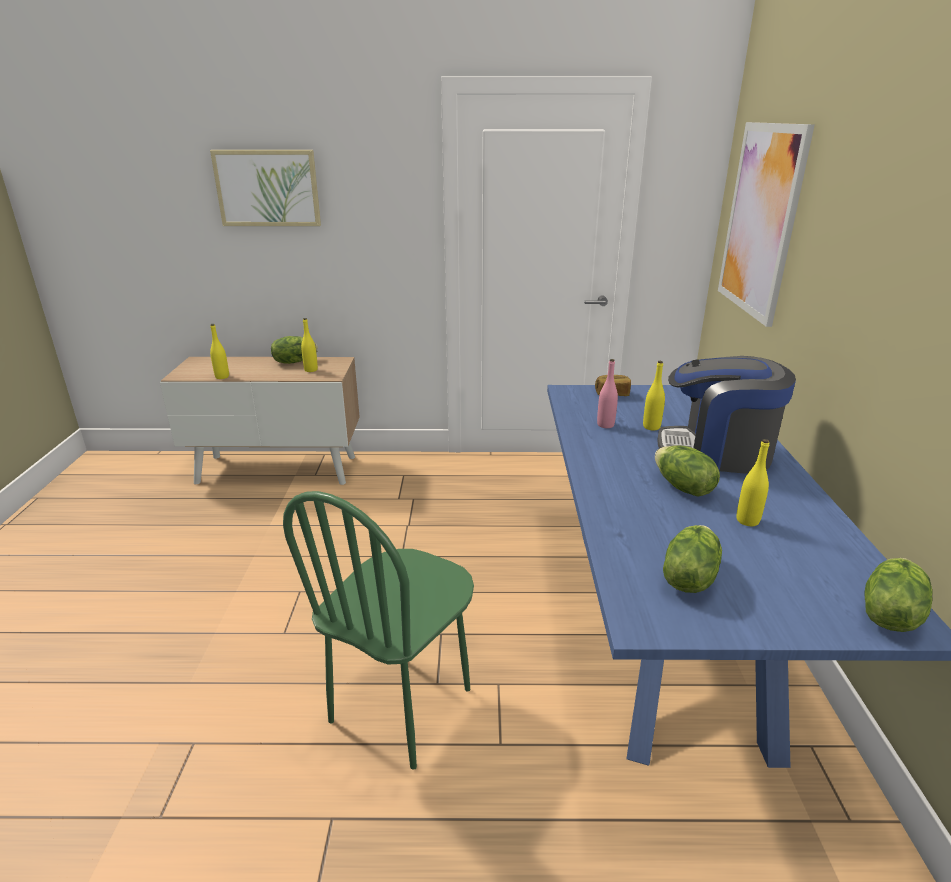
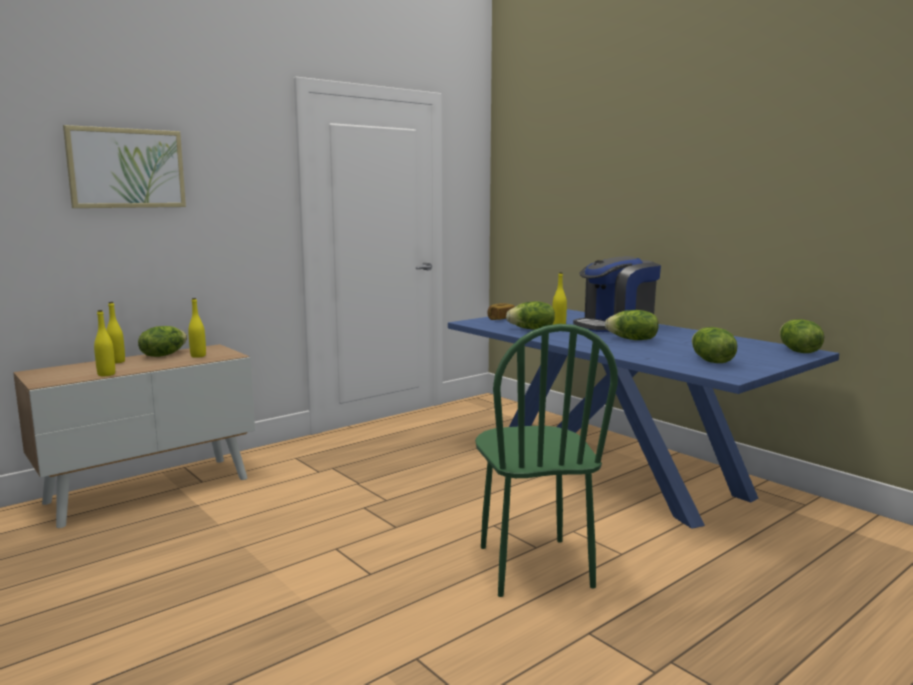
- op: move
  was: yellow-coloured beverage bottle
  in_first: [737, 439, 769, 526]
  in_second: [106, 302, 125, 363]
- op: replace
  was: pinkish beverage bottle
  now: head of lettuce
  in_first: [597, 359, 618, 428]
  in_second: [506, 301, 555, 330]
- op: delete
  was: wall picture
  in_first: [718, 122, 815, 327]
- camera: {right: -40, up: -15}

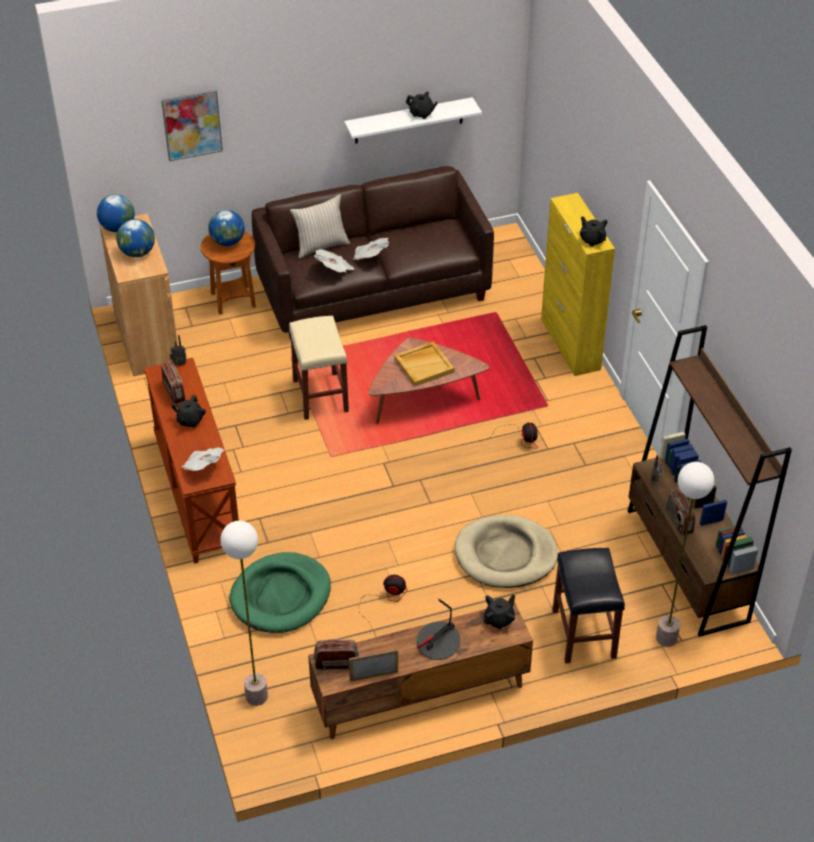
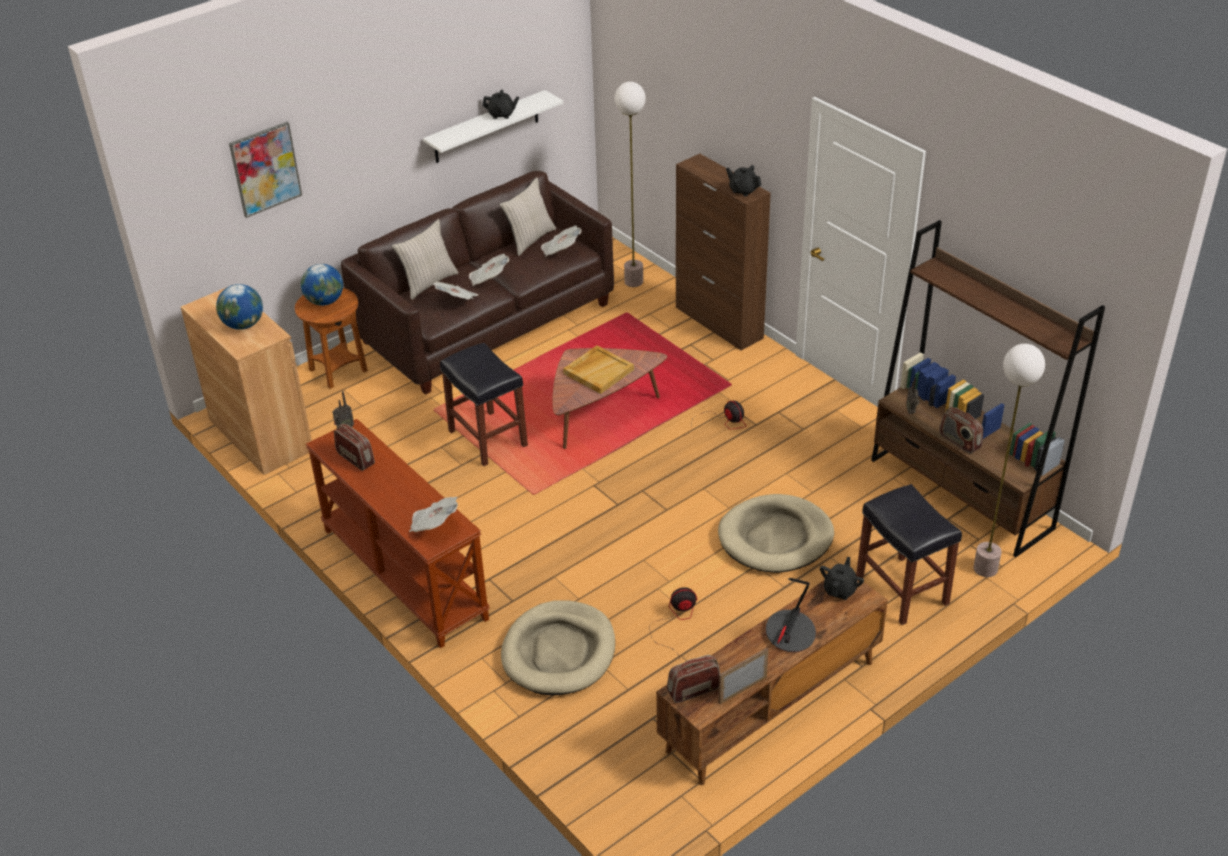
- op: recolor
  was: sand-coloured stool seat
  now: black-coloured stool seat
  in_first: [289, 316, 349, 420]
  in_second: [440, 343, 528, 466]
- op: insert
  now: sand-coloured cushion
  in_second: [499, 177, 556, 256]
- op: recolor
  was: greenish dog bed
  now: sand-coloured dog bed
  in_first: [230, 552, 331, 633]
  in_second: [501, 601, 615, 696]
- op: insert
  now: newspaper
  in_second: [541, 225, 581, 257]
- op: move
  was: standard lamp
  in_first: [221, 521, 268, 706]
  in_second: [615, 82, 646, 287]
- op: recolor
  was: yellow-coloured cupboard
  now: brownish cupboard
  in_first: [541, 193, 615, 376]
  in_second: [676, 154, 771, 351]
- op: delete
  was: globe
  in_first: [97, 195, 135, 232]
- op: delete
  was: black-coloured teapot
  in_first: [171, 395, 206, 428]
- camera: {right: -20, up: -5}

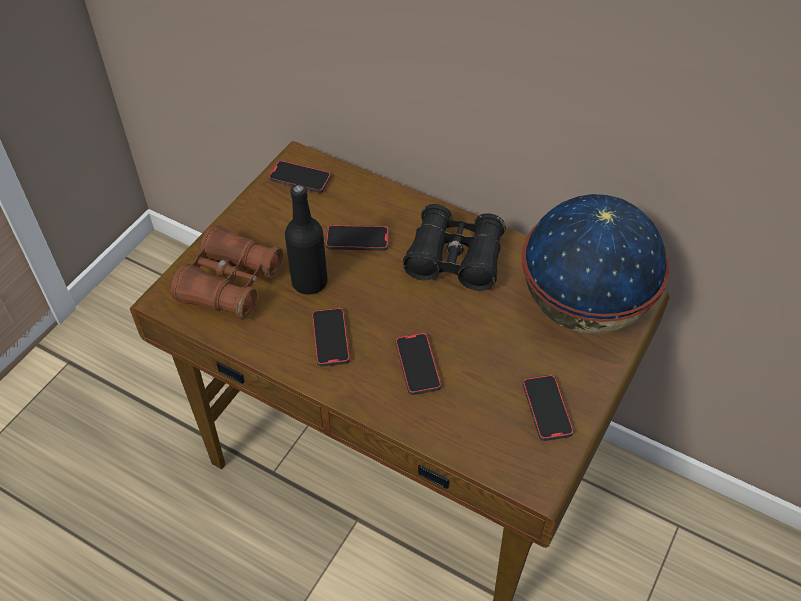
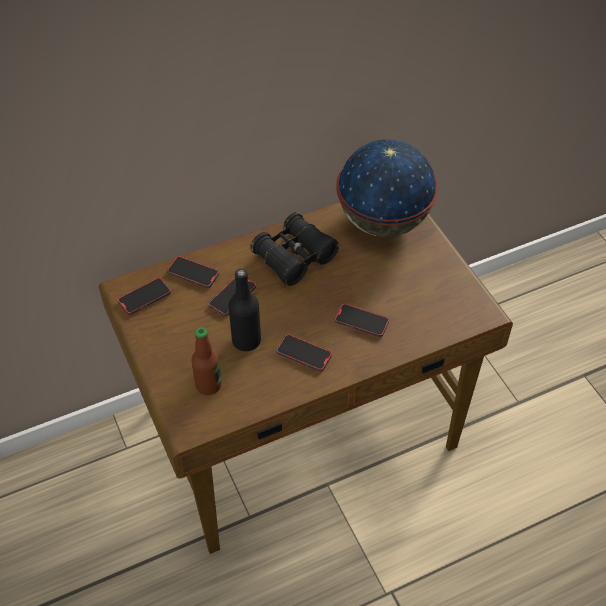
- op: move
  was: phone
  in_first: [523, 375, 574, 441]
  in_second: [167, 256, 219, 288]
- op: replace
  was: brownish pair of binoculars
  now: beverage bottle
  in_first: [171, 225, 284, 320]
  in_second: [191, 327, 222, 395]
- camera: {right: -55, up: 0}

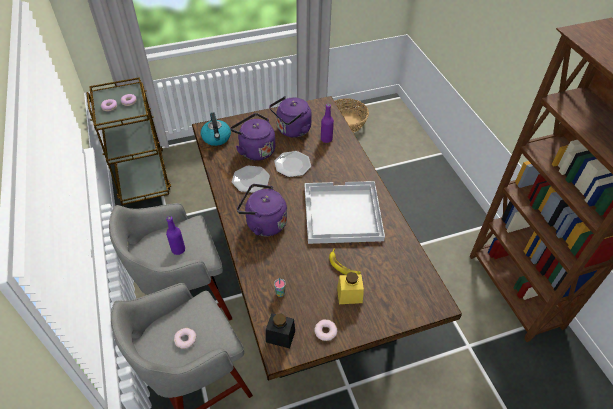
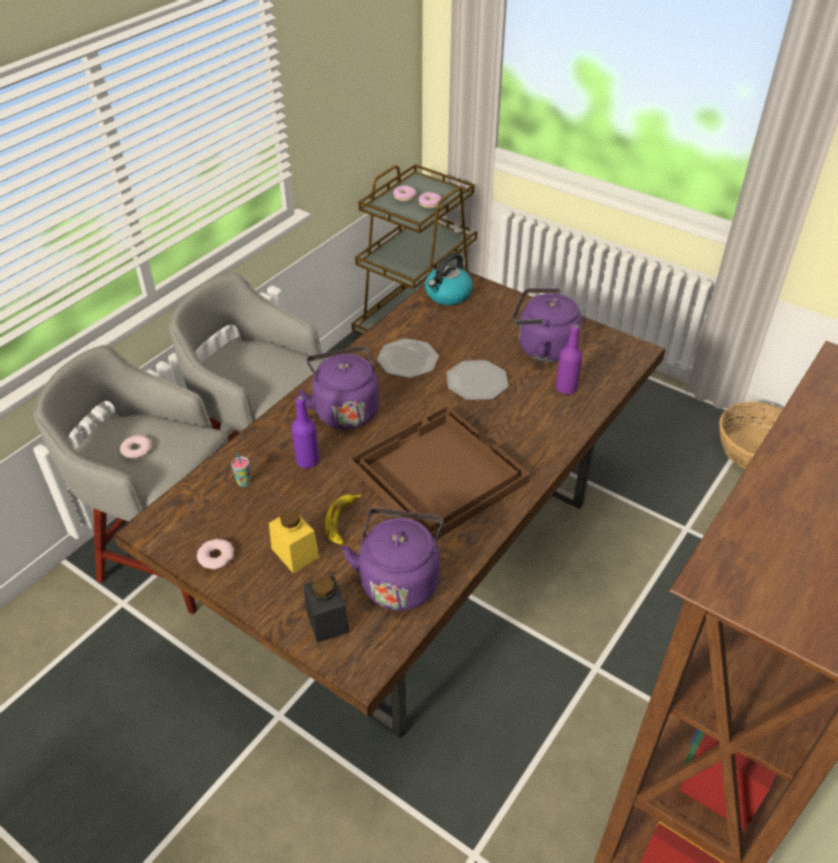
- op: move
  was: purplish beverage bottle
  in_first: [166, 216, 185, 255]
  in_second: [292, 395, 319, 469]
- op: move
  was: black-coloured jar
  in_first: [266, 313, 295, 349]
  in_second: [304, 575, 350, 643]
- op: move
  was: purplish kettle
  in_first: [231, 113, 275, 161]
  in_second: [342, 508, 444, 611]
- op: recolor
  was: white-coloured tray
  now: brownish tray
  in_first: [305, 181, 385, 244]
  in_second: [349, 406, 530, 539]
- camera: {right: 55, up: -5}

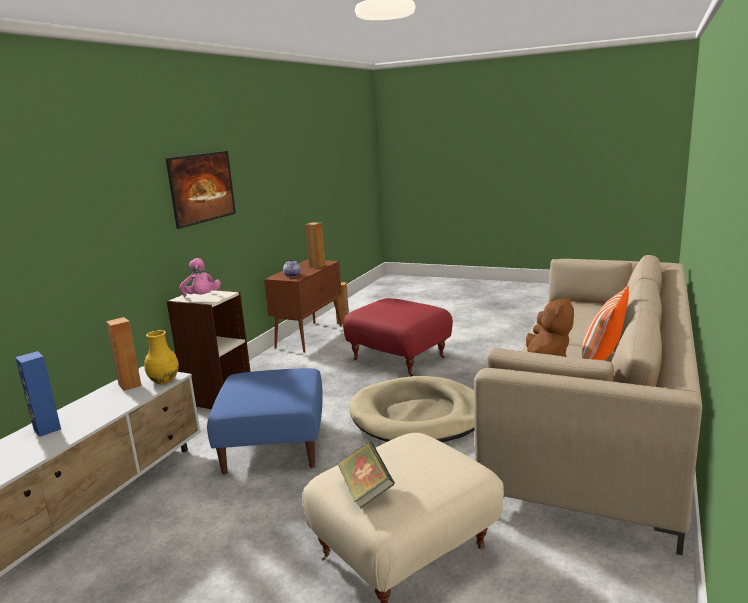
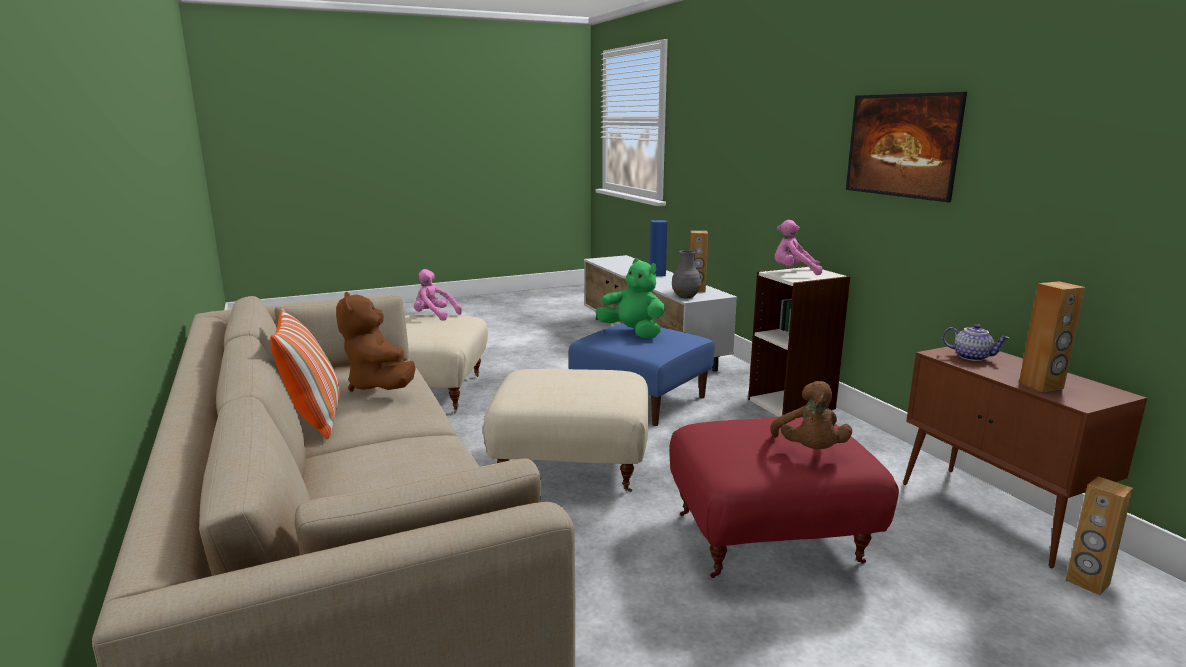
- op: replace
  was: book
  now: pinkish cuddly toy
  in_first: [337, 442, 395, 508]
  in_second: [414, 269, 462, 321]
- op: replace
  was: sand-coloured dog bed
  now: sand-coloured pouffe
  in_first: [350, 376, 475, 442]
  in_second: [483, 369, 649, 492]
- op: insert
  now: greenish cuddly toy
  in_second: [595, 258, 665, 338]
- op: recolor
  was: yellow-coloured flower vase
  now: grey flower vase
  in_first: [144, 330, 179, 384]
  in_second: [672, 250, 701, 298]
- op: insert
  now: brownish cuddly toy
  in_second: [770, 381, 852, 449]
- camera: {right: 130, up: 0}

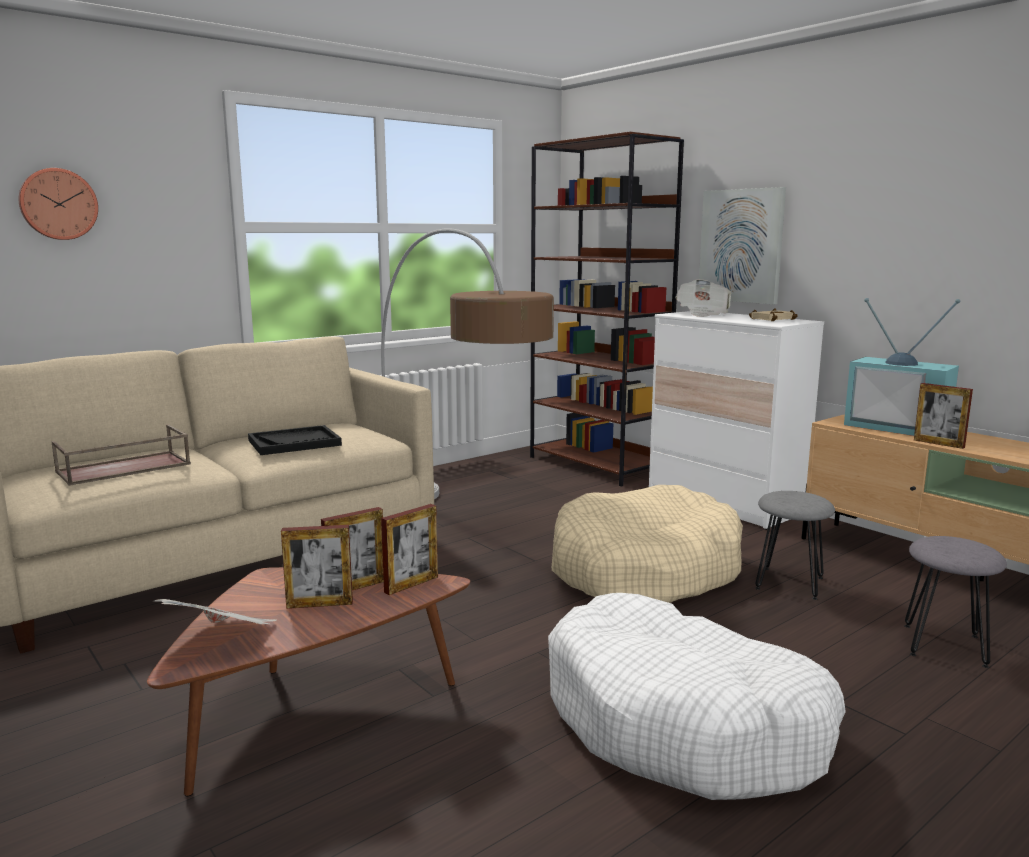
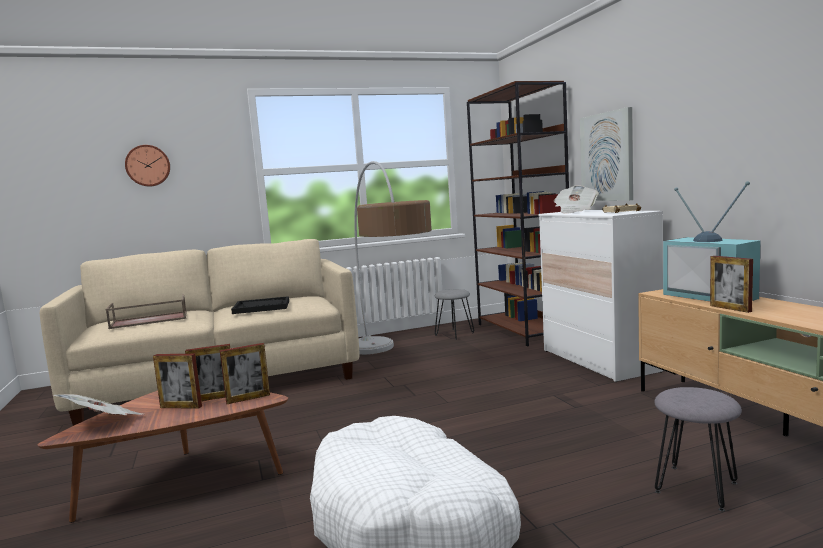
- op: move
  was: grey stool seat
  in_first: [755, 491, 835, 600]
  in_second: [435, 289, 474, 340]
- op: delete
  was: sand-coloured dog bed
  in_first: [552, 485, 743, 603]
- camera: {right: 20, up: -5}

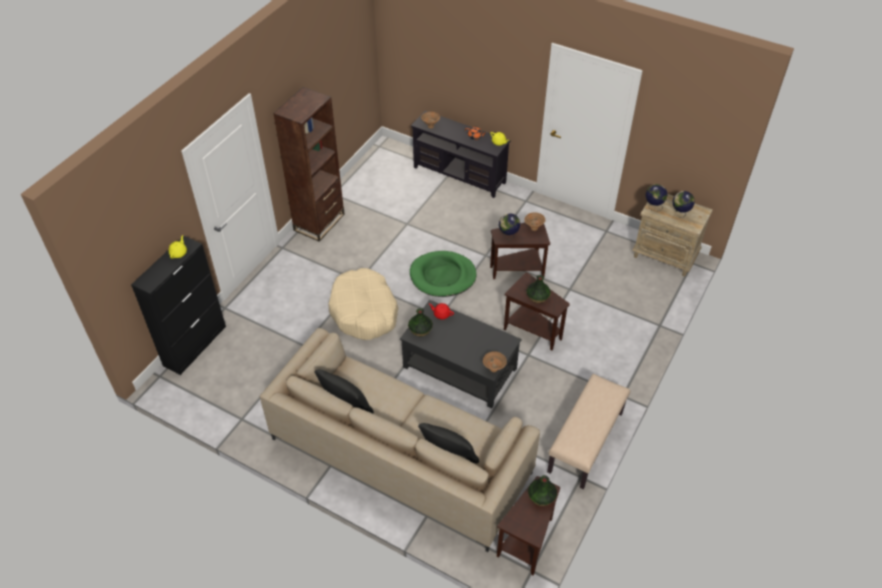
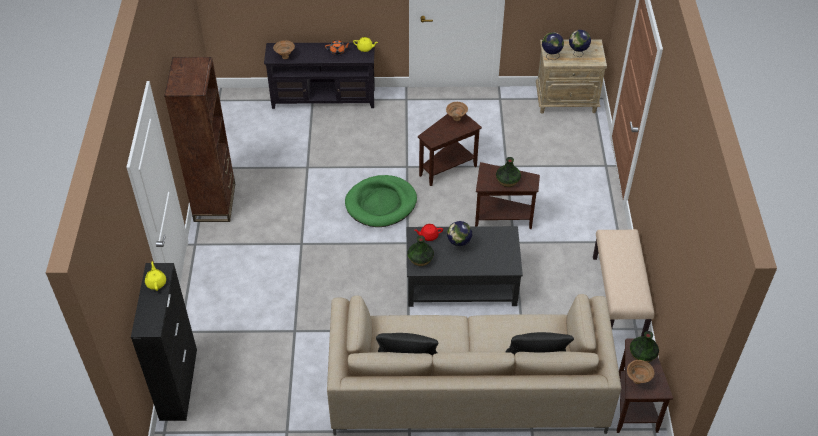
- op: move
  was: globe
  in_first: [499, 213, 520, 240]
  in_second: [447, 221, 472, 250]
- op: move
  was: brownish serving bowl
  in_first: [483, 351, 507, 372]
  in_second: [627, 360, 655, 384]
- op: delete
  was: sand-coloured dog bed
  in_first: [328, 268, 398, 340]
- camera: {right: -30, up: 0}

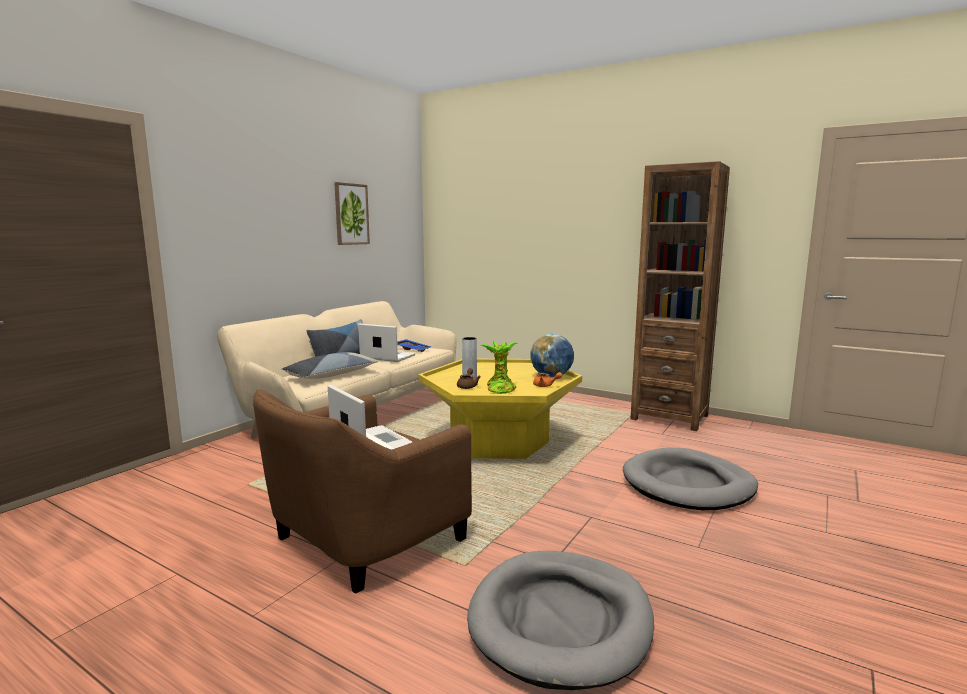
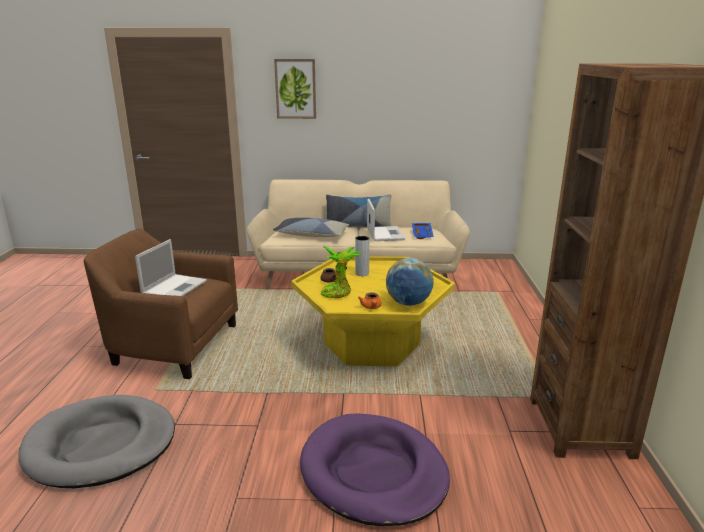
- op: move
  was: wall picture
  in_first: [334, 182, 370, 245]
  in_second: [274, 59, 316, 119]
- op: recolor
  was: grey dog bed
  now: purplish dog bed
  in_first: [623, 448, 758, 510]
  in_second: [300, 413, 450, 526]
- camera: {right: 60, up: 10}

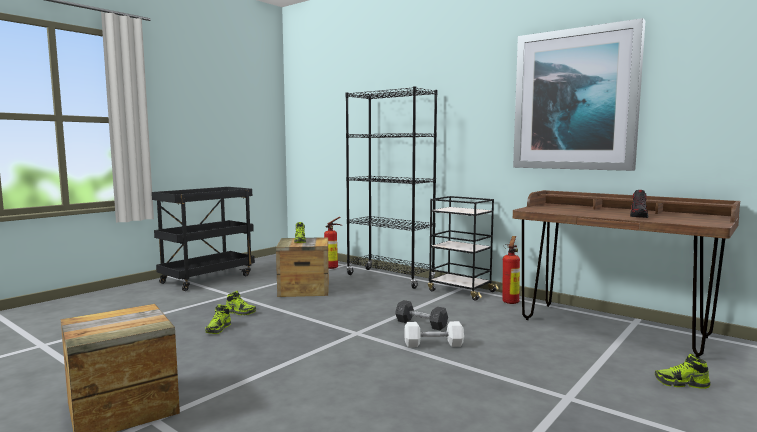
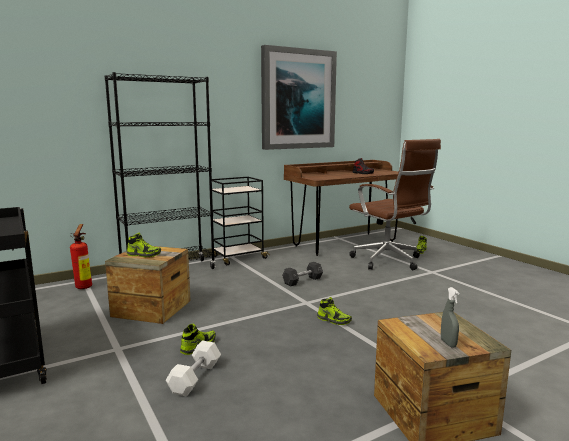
- op: move
  was: white-coloured hand weight
  in_first: [404, 321, 464, 347]
  in_second: [166, 340, 221, 396]
- op: move
  was: shoe
  in_first: [205, 304, 231, 334]
  in_second: [317, 297, 352, 325]
- op: insert
  now: brownish computer chair
  in_second: [349, 139, 441, 270]
- op: insert
  now: grey hand sprayer
  in_second: [441, 287, 459, 348]
- op: delete
  was: extinguisher
  in_first: [502, 236, 520, 304]
- camera: {right: -70, up: 5}

